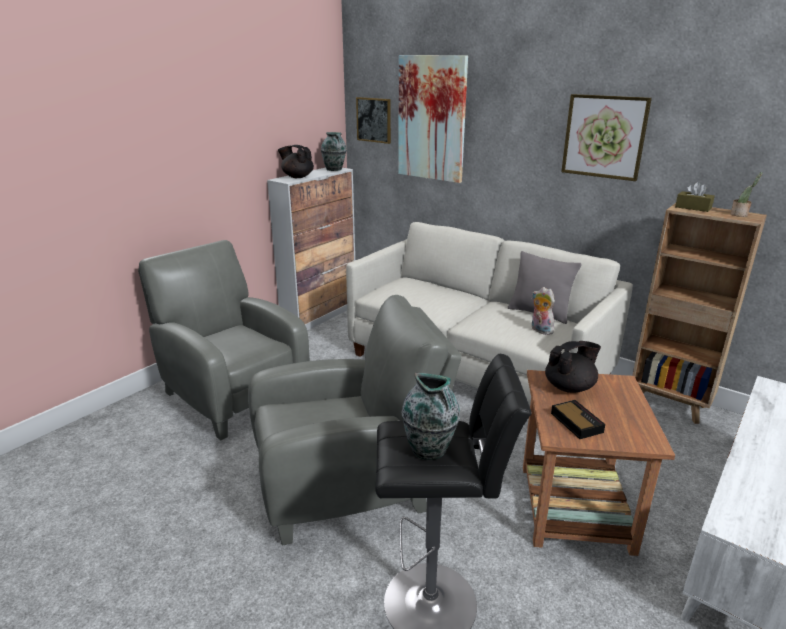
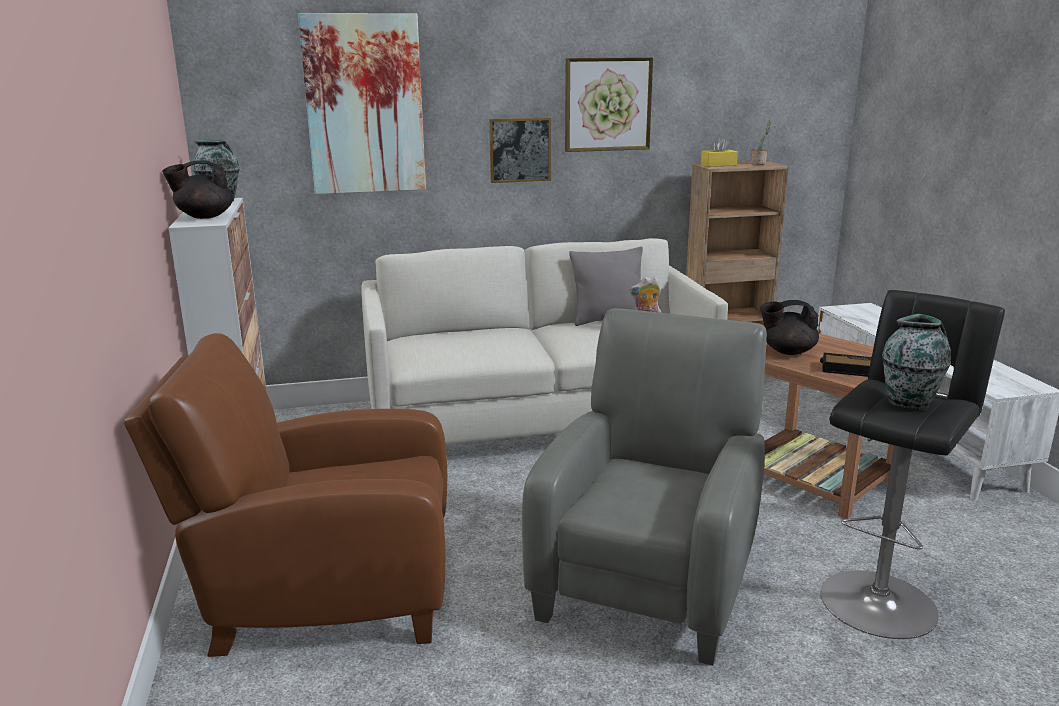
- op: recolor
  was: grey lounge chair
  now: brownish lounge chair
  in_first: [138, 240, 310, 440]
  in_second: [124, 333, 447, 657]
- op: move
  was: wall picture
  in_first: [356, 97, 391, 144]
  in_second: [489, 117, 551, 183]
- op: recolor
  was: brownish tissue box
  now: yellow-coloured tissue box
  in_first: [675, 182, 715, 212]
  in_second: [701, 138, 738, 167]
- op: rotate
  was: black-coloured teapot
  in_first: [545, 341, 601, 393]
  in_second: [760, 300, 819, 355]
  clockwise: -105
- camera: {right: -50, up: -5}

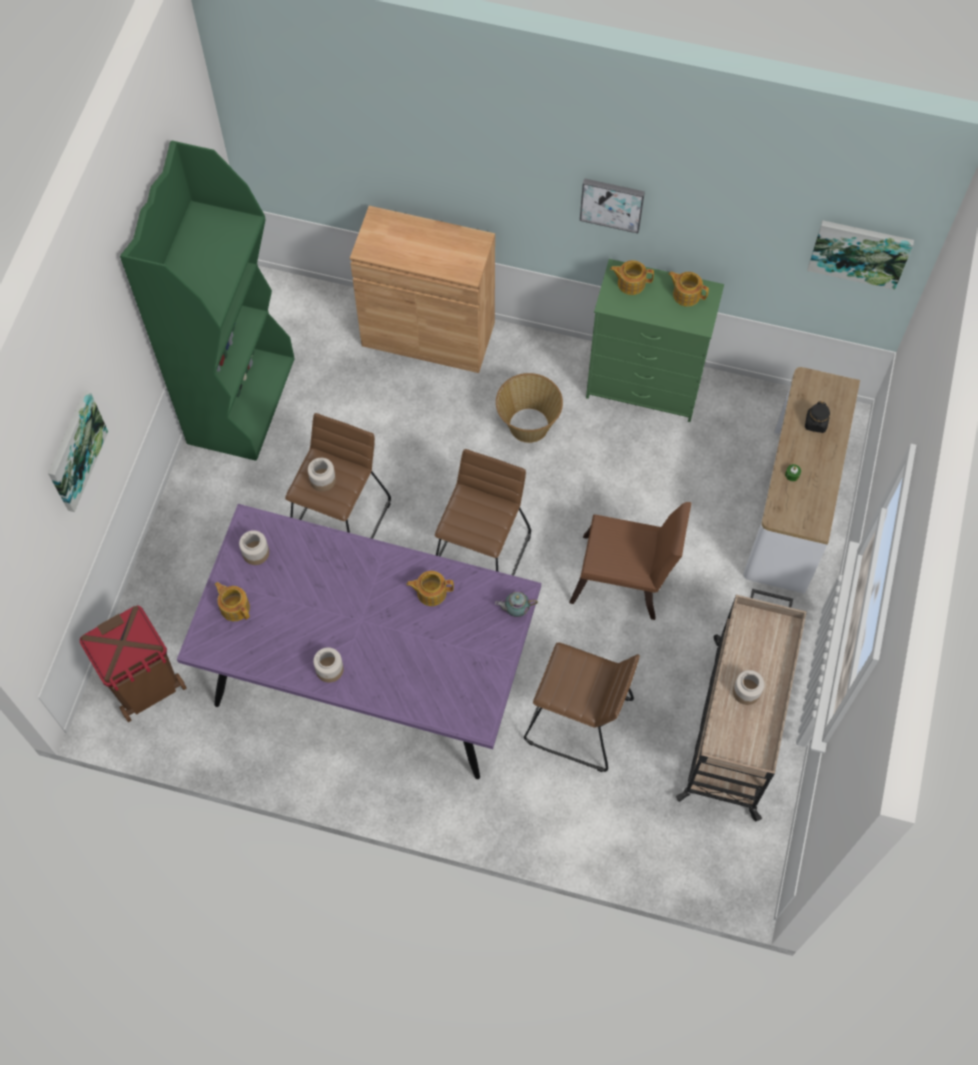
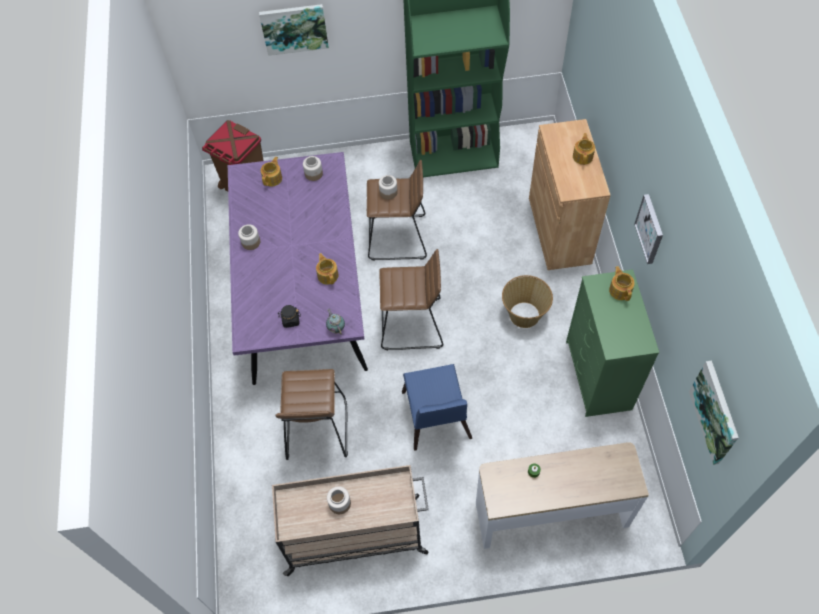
- op: move
  was: black-coloured jar
  in_first: [805, 401, 830, 433]
  in_second: [278, 305, 301, 328]
- op: recolor
  was: brownish plain chair
  now: blue-coloured plain chair
  in_first: [570, 502, 692, 620]
  in_second: [402, 364, 472, 451]
- op: move
  was: teapot
  in_first: [668, 272, 709, 306]
  in_second: [573, 133, 595, 165]
- camera: {right: 70, up: -5}

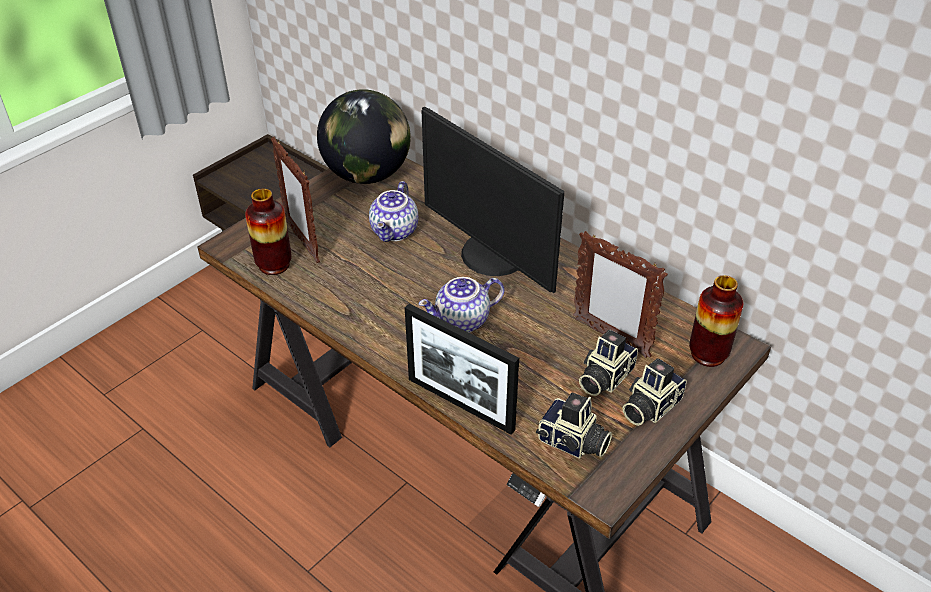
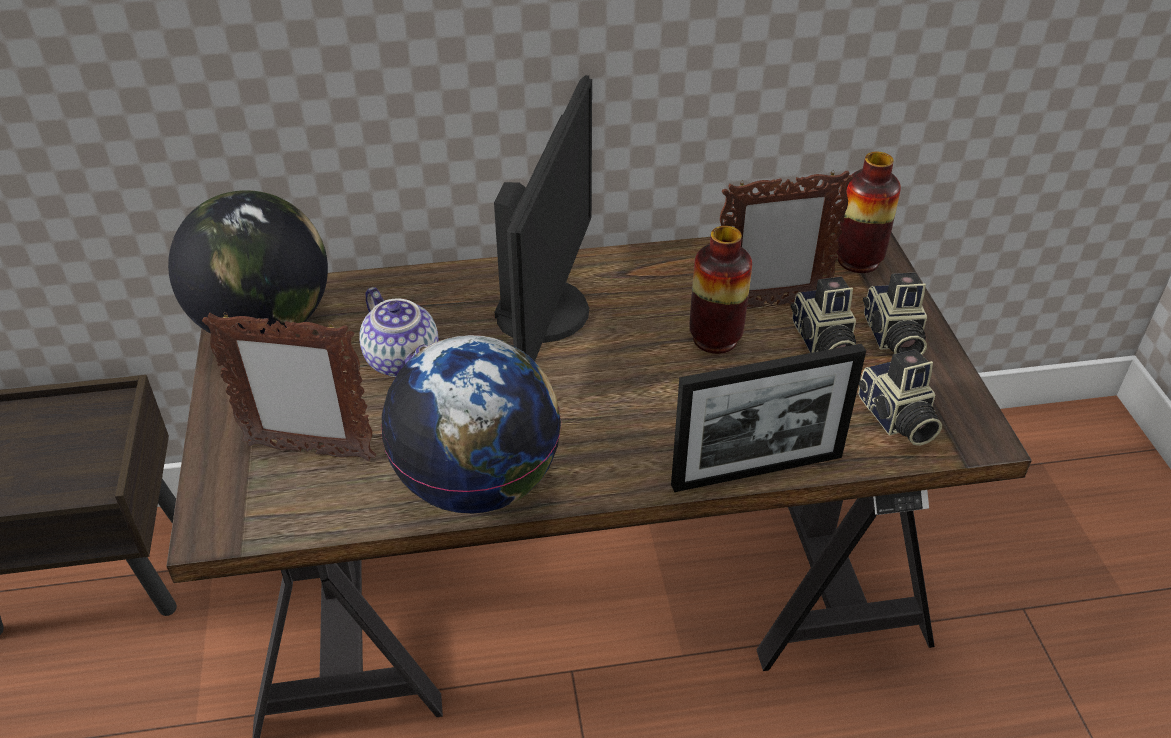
- op: insert
  now: globe
  in_second: [381, 335, 561, 513]
- op: rotate
  was: monitor
  in_first: [422, 107, 564, 293]
  in_second: [494, 75, 592, 361]
  clockwise: -75
- op: move
  was: flower vase
  in_first: [245, 189, 292, 275]
  in_second: [689, 226, 752, 354]
- op: rotate
  was: photo camera
  in_first: [536, 392, 612, 459]
  in_second: [858, 349, 942, 446]
  clockwise: 90
- op: delete
  was: teapot
  in_first: [418, 277, 504, 333]
- camera: {right: -50, up: 0}

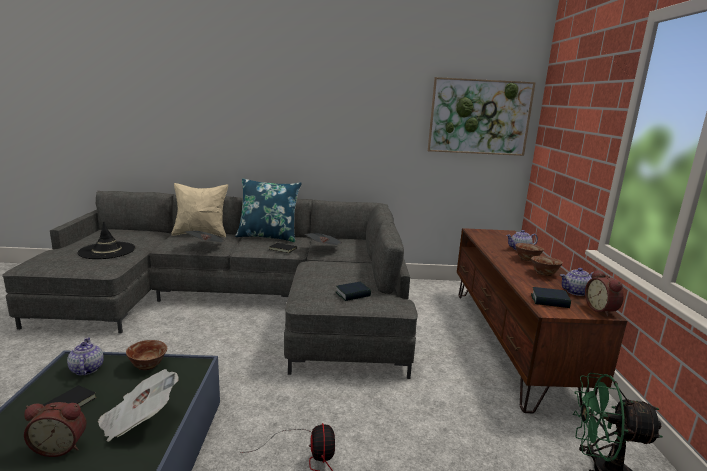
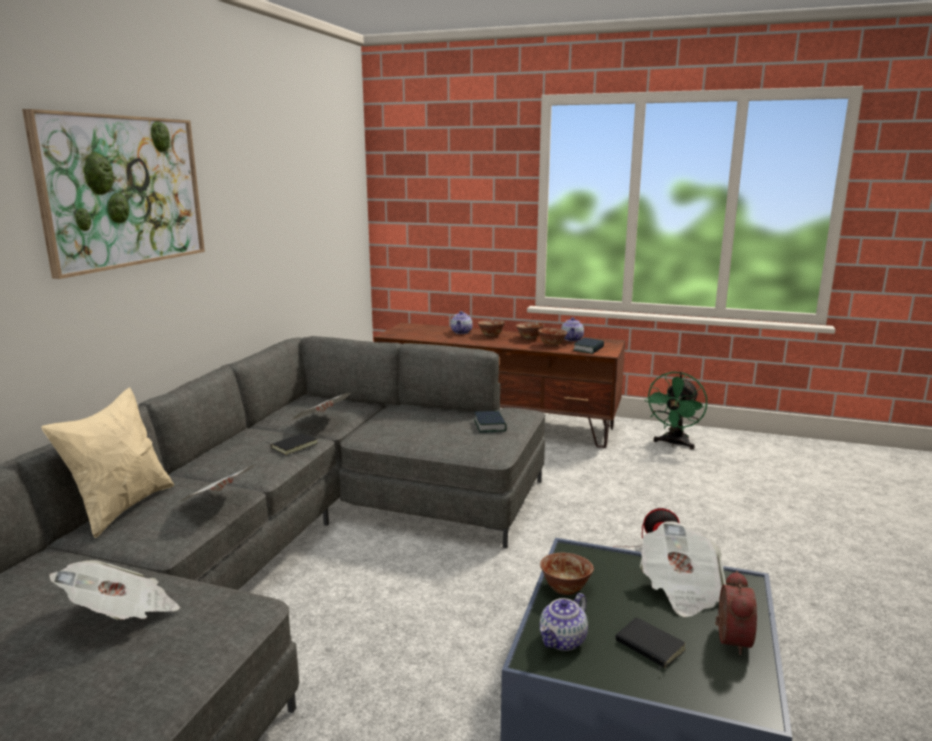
- op: move
  was: wall picture
  in_first: [428, 77, 536, 156]
  in_second: [22, 109, 205, 279]
- op: replace
  was: black-coloured hat
  now: newspaper
  in_first: [77, 221, 135, 259]
  in_second: [49, 560, 181, 620]
- op: insert
  now: serving bowl
  in_second: [538, 328, 567, 346]
- op: rotate
  was: teapot
  in_first: [67, 337, 104, 376]
  in_second: [540, 593, 588, 651]
  clockwise: -45
- op: delete
  was: blue-coloured cushion
  in_first: [235, 178, 302, 242]
- op: delete
  was: alarm clock
  in_first: [585, 269, 624, 316]
- camera: {right: -70, up: 0}

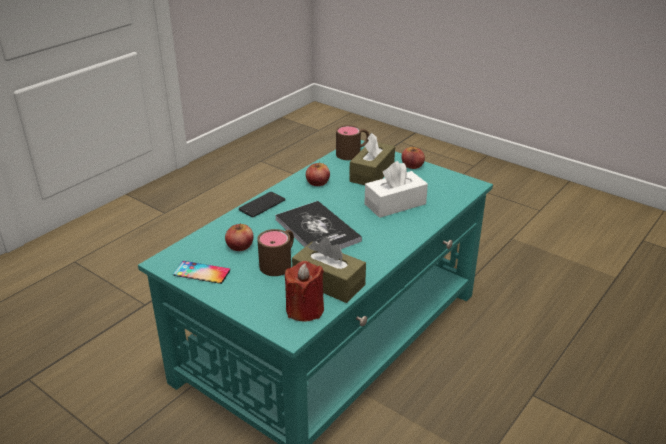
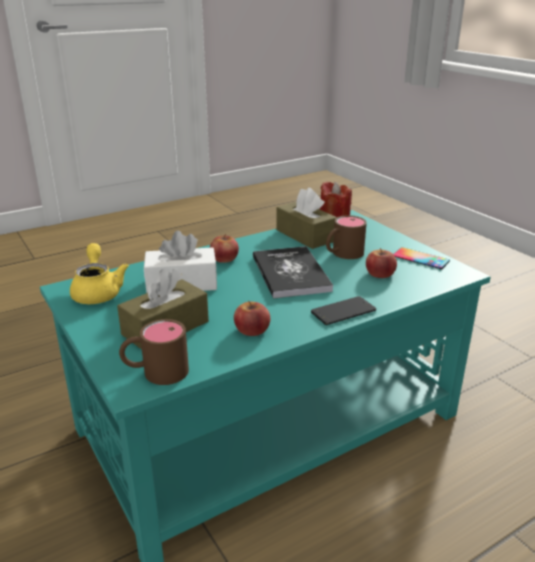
- op: insert
  now: yellow-coloured teapot
  in_second: [70, 243, 129, 304]
- op: move
  was: whole apple
  in_first: [402, 146, 425, 169]
  in_second: [210, 234, 239, 263]
- camera: {right: -160, up: -5}

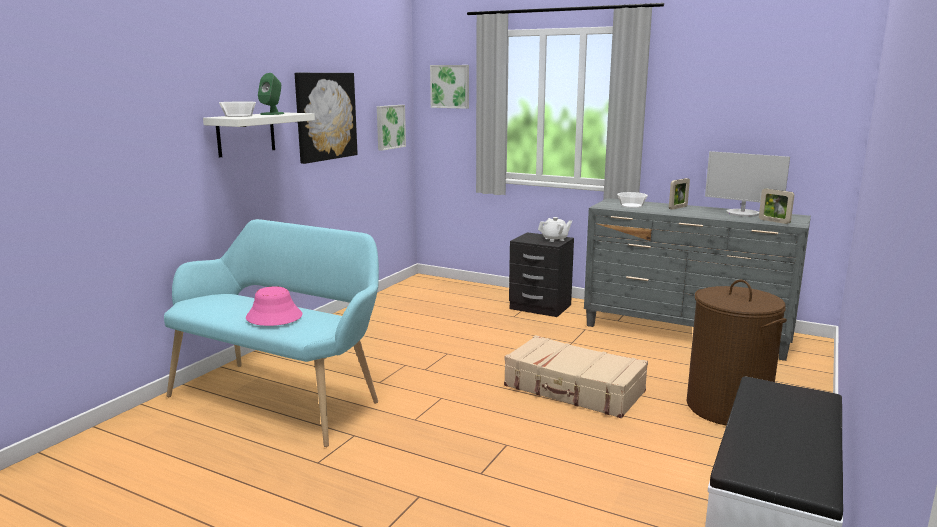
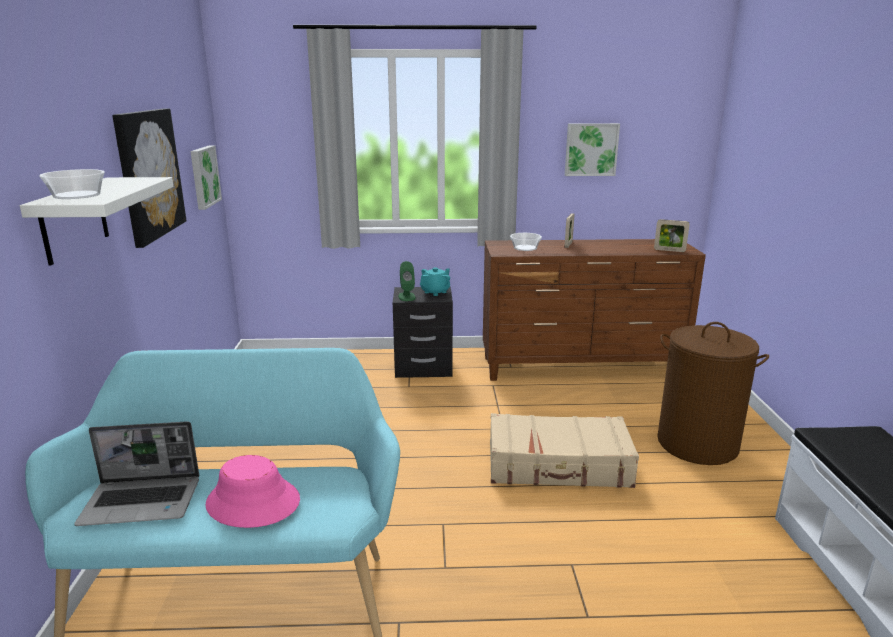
- op: insert
  now: notebook computer
  in_second: [74, 421, 199, 526]
- op: move
  was: greenish audio speaker
  in_first: [258, 73, 284, 115]
  in_second: [398, 261, 416, 301]
- op: recolor
  was: white-coloured teapot
  now: turquoise-coloured teapot
  in_first: [538, 217, 572, 242]
  in_second: [420, 267, 450, 296]
- op: recolor
  was: grey chest of drawers
  now: brownish chest of drawers
  in_first: [584, 198, 811, 361]
  in_second: [483, 239, 706, 381]
- op: move
  was: wall picture
  in_first: [430, 65, 469, 109]
  in_second: [565, 123, 620, 176]
- op: delete
  was: monitor
  in_first: [705, 151, 790, 217]
- camera: {right: -30, up: 5}

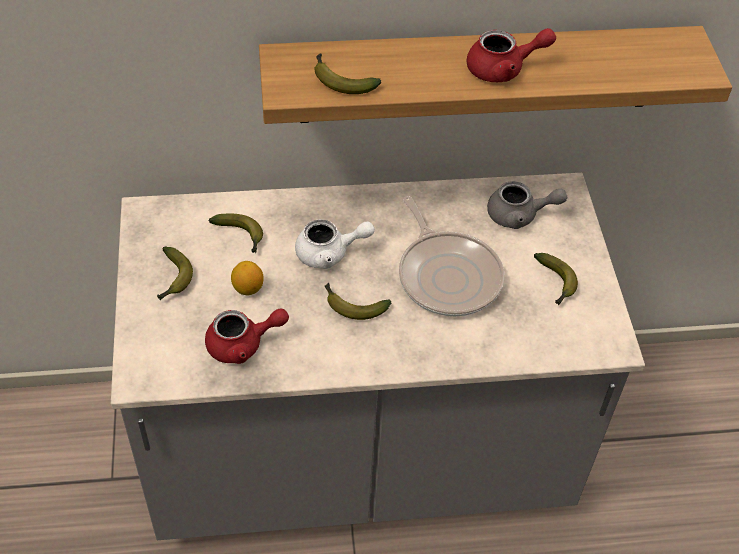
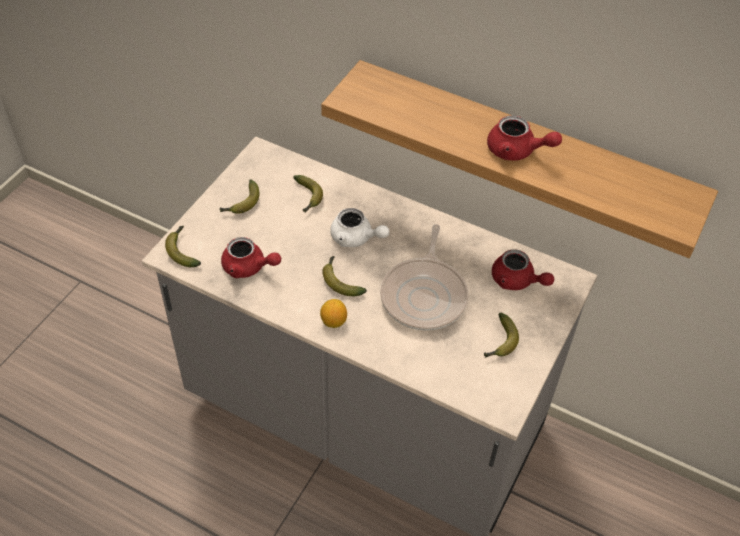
- op: move
  was: banana
  in_first: [314, 53, 381, 94]
  in_second: [165, 226, 201, 267]
- op: move
  was: citrus fruit
  in_first: [231, 261, 264, 295]
  in_second: [320, 299, 347, 328]
- op: recolor
  was: grey teapot
  now: red teapot
  in_first: [487, 181, 567, 229]
  in_second: [492, 249, 554, 290]
- camera: {right: 35, up: 0}

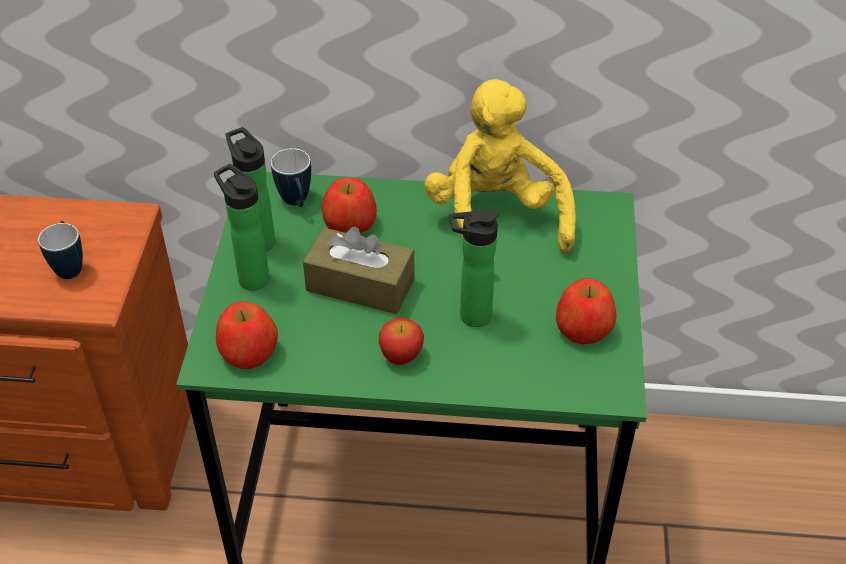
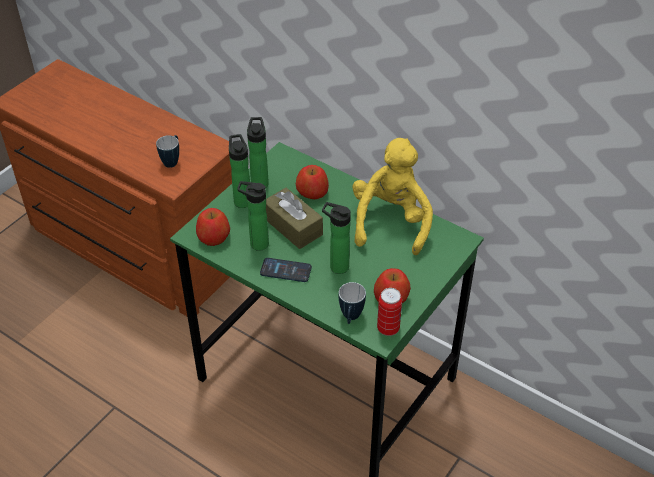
- op: insert
  now: beverage bottle
  in_second: [237, 181, 269, 251]
- op: replace
  was: whole apple
  now: phone
  in_first: [379, 318, 424, 365]
  in_second: [260, 258, 312, 282]
- op: move
  was: tea mug
  in_first: [271, 148, 311, 207]
  in_second: [338, 282, 366, 324]
- op: insert
  now: can
  in_second: [377, 288, 402, 336]
- camera: {right: 30, up: 0}

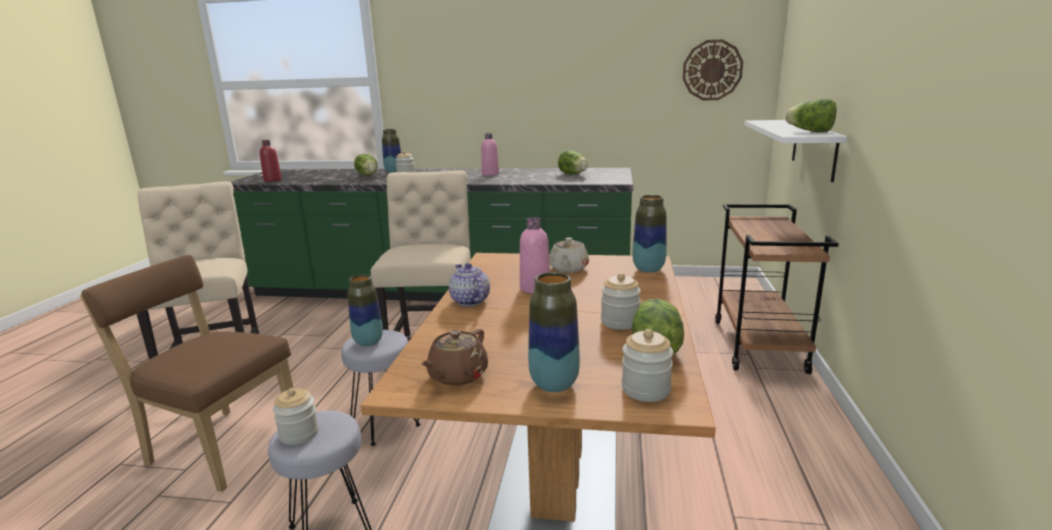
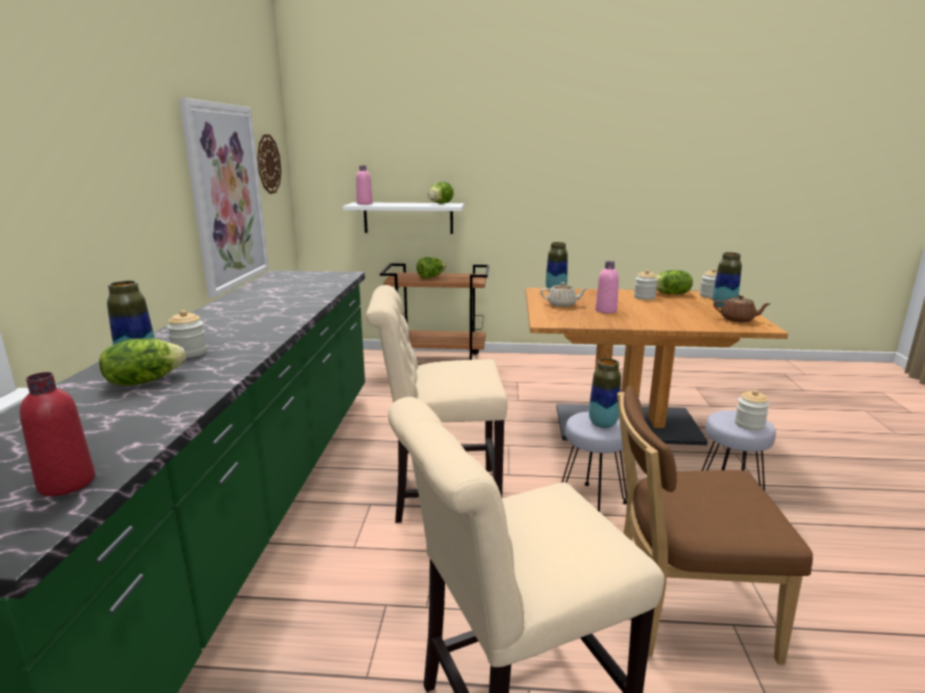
- op: insert
  now: wall picture
  in_second: [179, 98, 269, 298]
- op: move
  was: pinkish beverage bottle
  in_first: [481, 133, 499, 176]
  in_second: [356, 166, 373, 205]
- op: move
  was: head of lettuce
  in_first: [558, 150, 588, 174]
  in_second: [416, 257, 446, 279]
- op: rotate
  was: brownish plain chair
  in_first: [80, 255, 293, 492]
  in_second: [617, 385, 813, 665]
  clockwise: 75
- op: delete
  was: teapot
  in_first: [449, 263, 490, 306]
- camera: {right: -95, up: 0}

